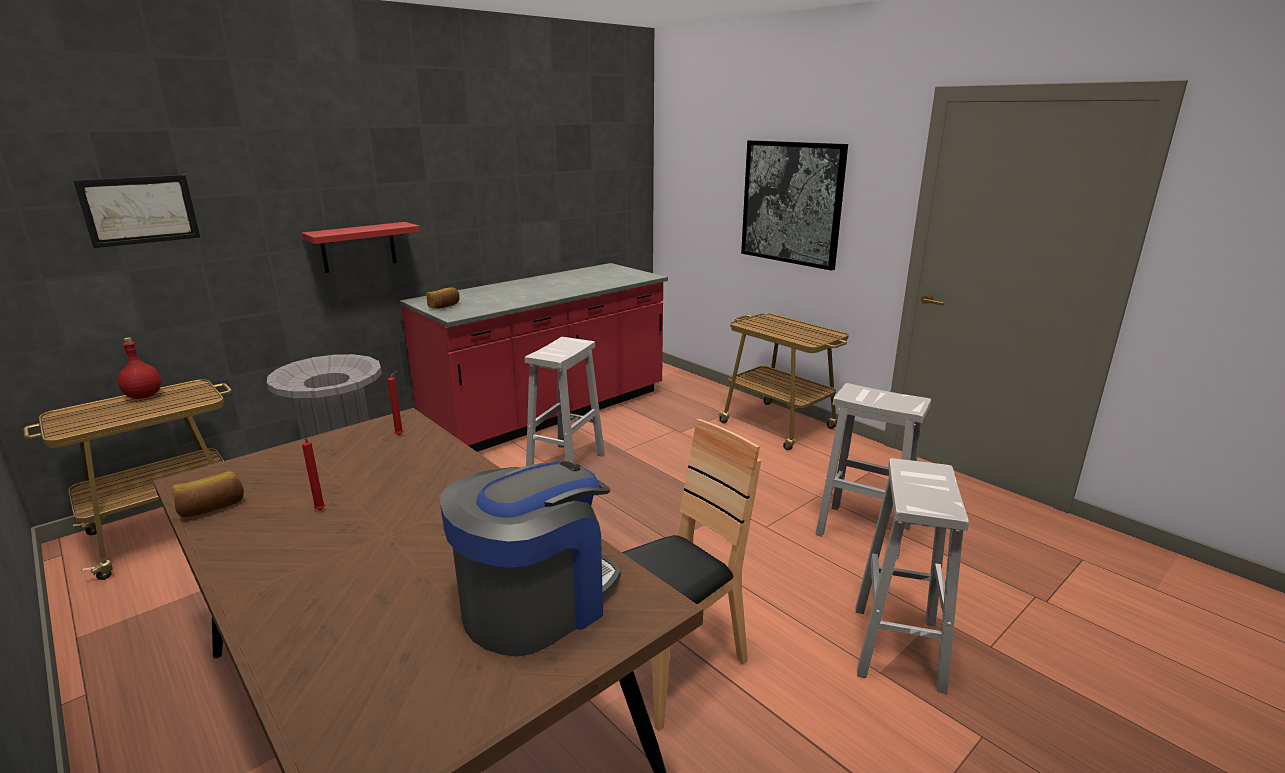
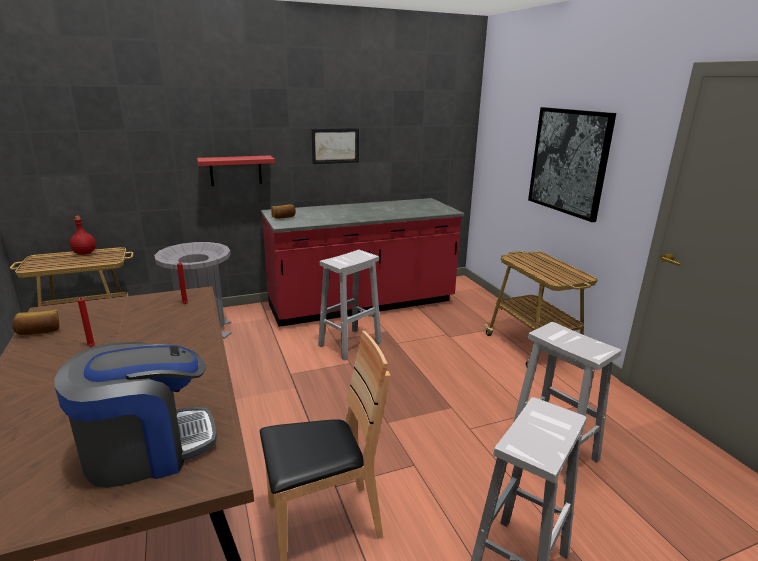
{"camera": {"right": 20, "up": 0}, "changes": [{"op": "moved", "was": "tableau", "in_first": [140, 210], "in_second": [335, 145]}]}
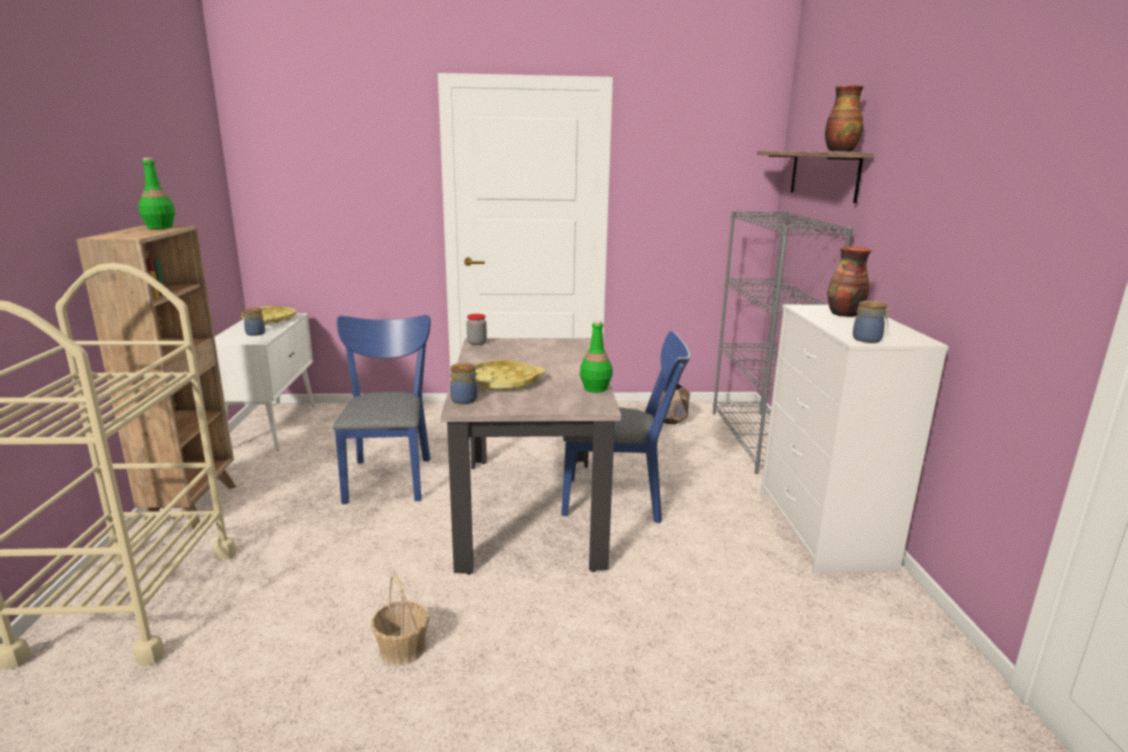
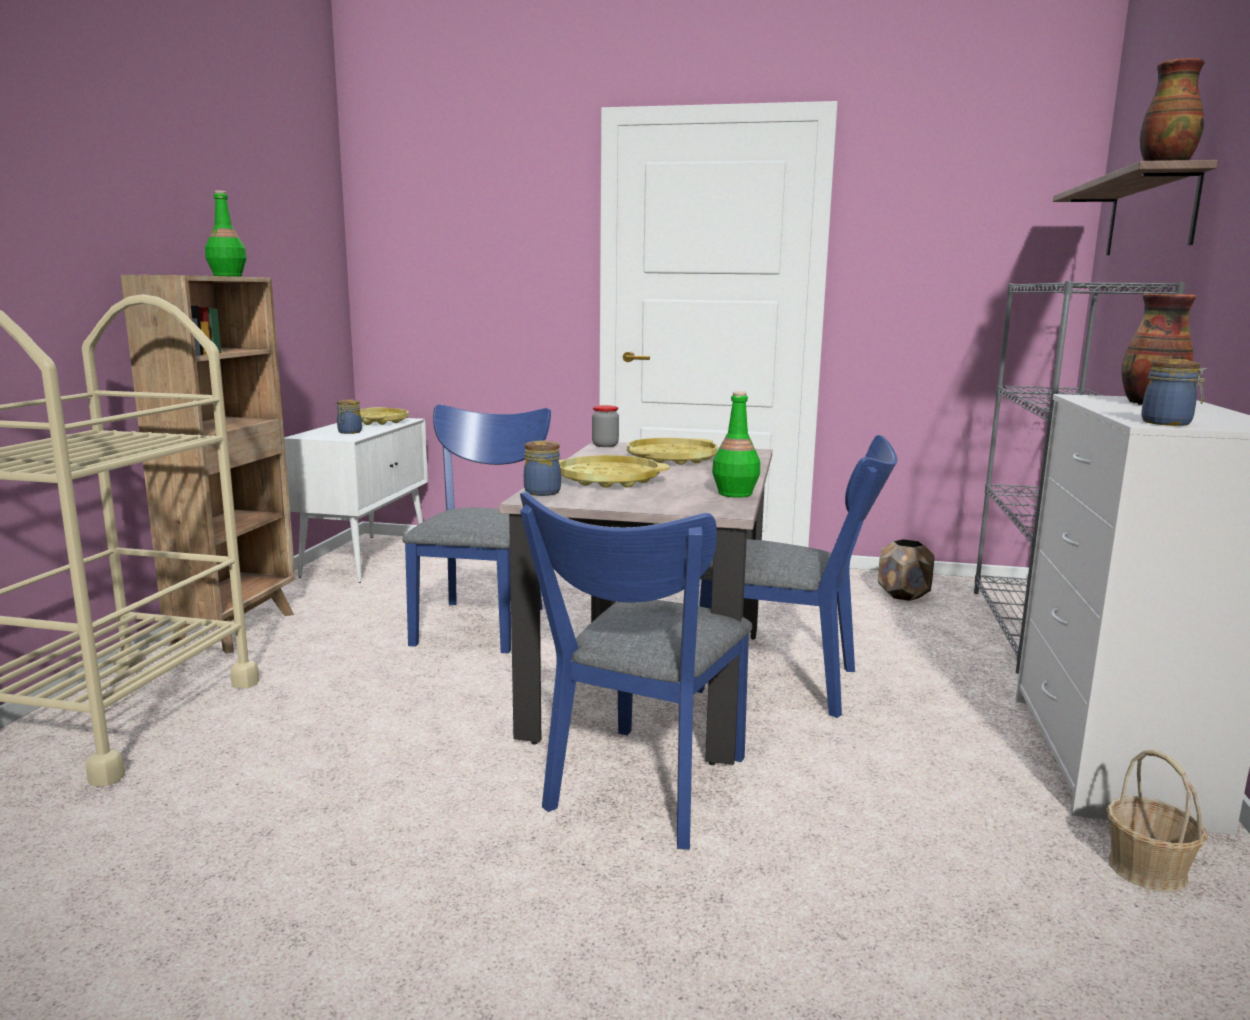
{"camera": {"right": 15, "up": -5}, "changes": [{"op": "moved", "was": "panier", "in_first": [402, 649], "in_second": [1147, 870]}, {"op": "added", "now": "chaise (bleu)", "in_second": [642, 791]}, {"op": "added", "now": "plateau (jaune)", "in_second": [671, 458]}]}
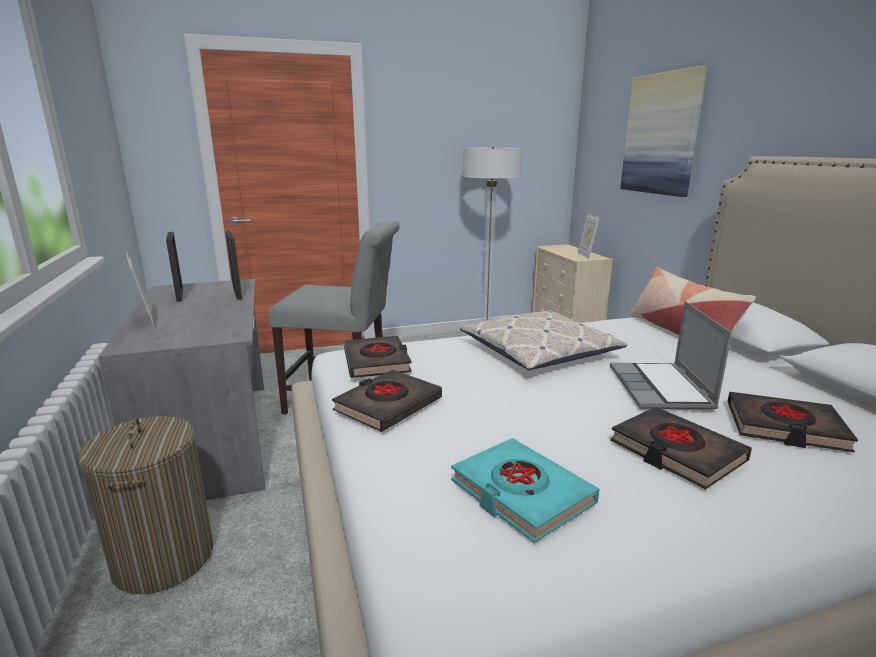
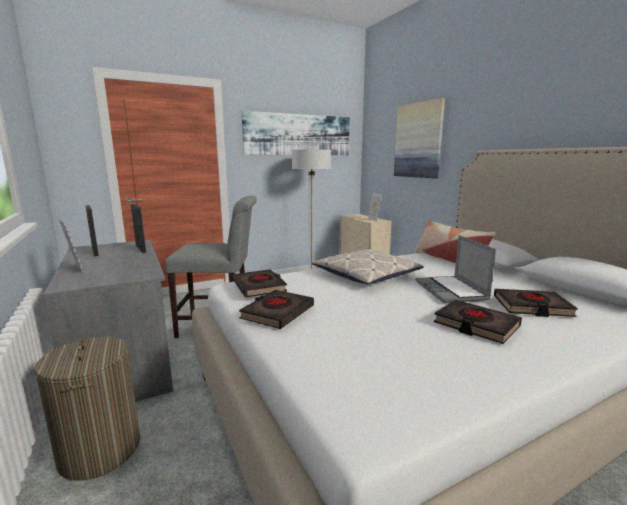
{"camera": {"right": -10, "up": -5}, "changes": [{"op": "removed", "was": "livre (turquoise)", "in_first": [521, 493]}, {"op": "added", "now": "tableau", "in_second": [299, 135]}]}
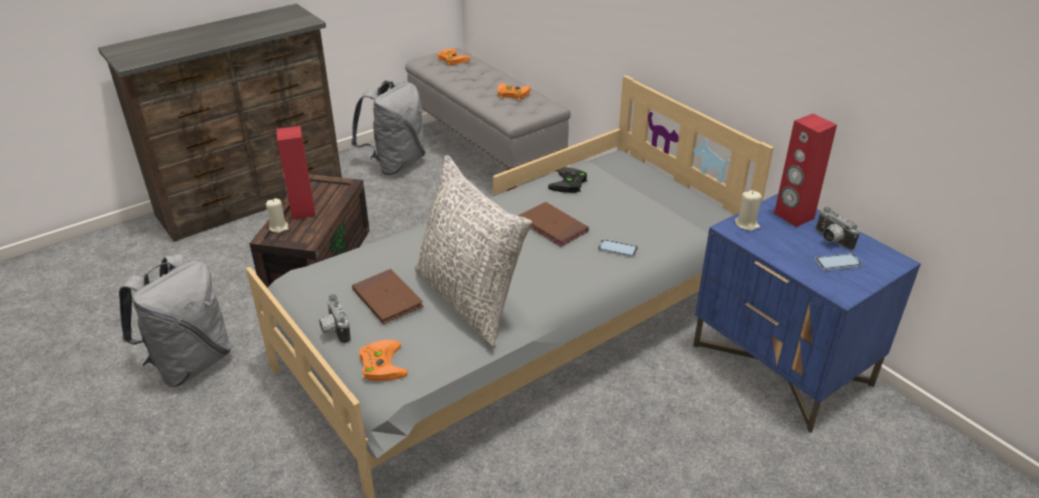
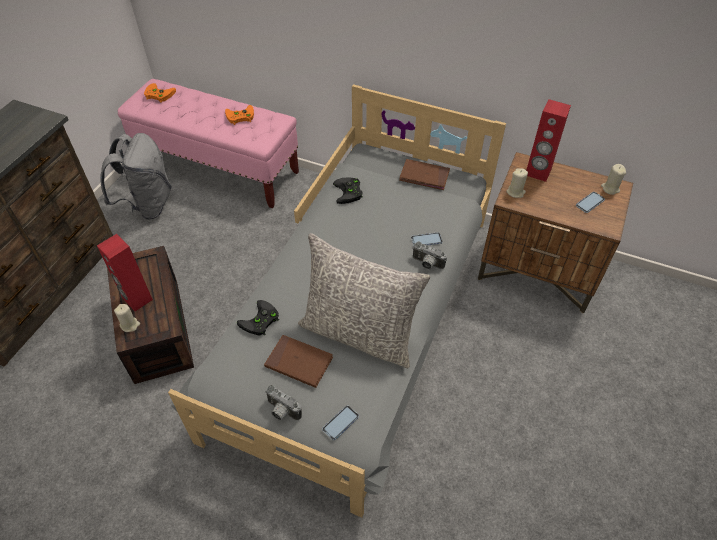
{"camera": {"right": -30, "up": 15}, "changes": [{"op": "removed", "was": "sac à dos (gris)", "in_first": [190, 363]}, {"op": "replaced", "was": "manette (orange)", "now": "téléphone", "in_first": [380, 363], "in_second": [340, 423]}, {"op": "recoloured", "was": "banc (gris)", "now": "banc (rose)", "in_first": [485, 156], "in_second": [219, 169]}, {"op": "moved", "was": "livre (marron)", "in_first": [553, 227], "in_second": [424, 176]}, {"op": "recoloured", "was": "table de chevet (bleu)", "now": "table de chevet (marron)", "in_first": [782, 366], "in_second": [538, 270]}, {"op": "moved", "was": "appareil photo", "in_first": [830, 240], "in_second": [427, 264]}, {"op": "added", "now": "manette (noir)", "in_second": [260, 321]}, {"op": "added", "now": "bougie (beige)", "in_second": [610, 188]}]}
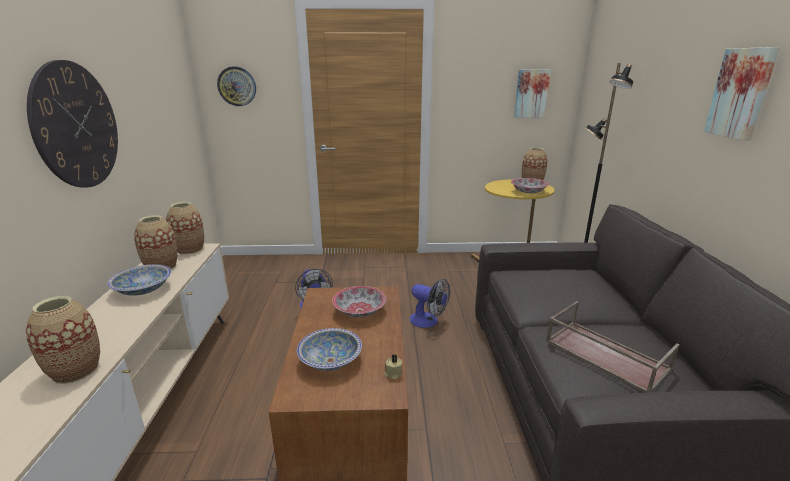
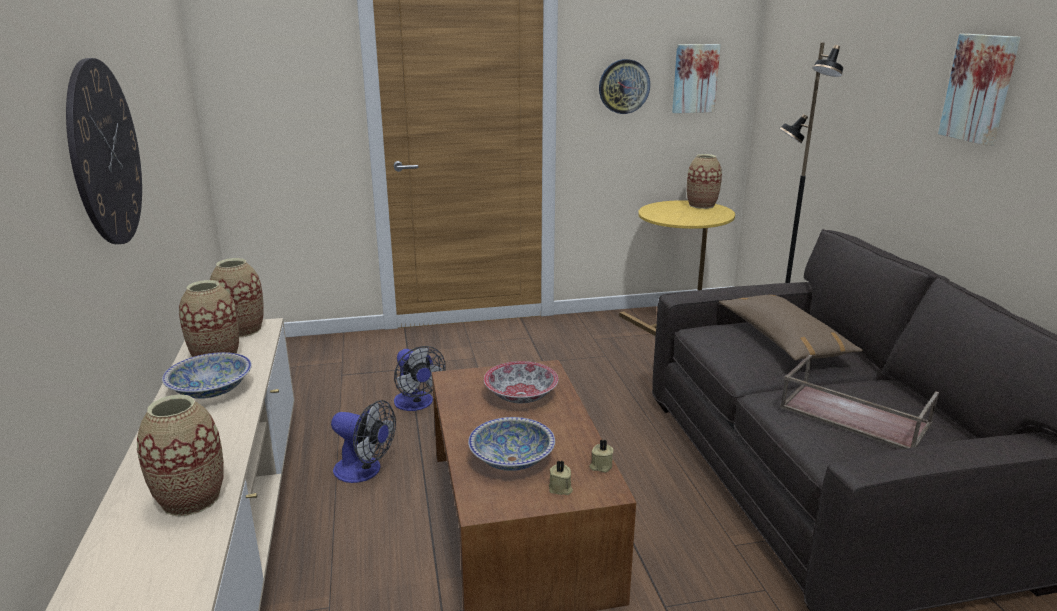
{"camera": {"right": -10, "up": 0}, "changes": [{"op": "moved", "was": "horloge murale", "in_first": [237, 86], "in_second": [624, 86]}, {"op": "moved", "was": "ventilateur", "in_first": [428, 321], "in_second": [364, 471]}, {"op": "removed", "was": "bol", "in_first": [528, 192]}, {"op": "added", "now": "bougie (beige)", "in_second": [560, 489]}, {"op": "added", "now": "coussin (marron)", "in_second": [783, 340]}]}
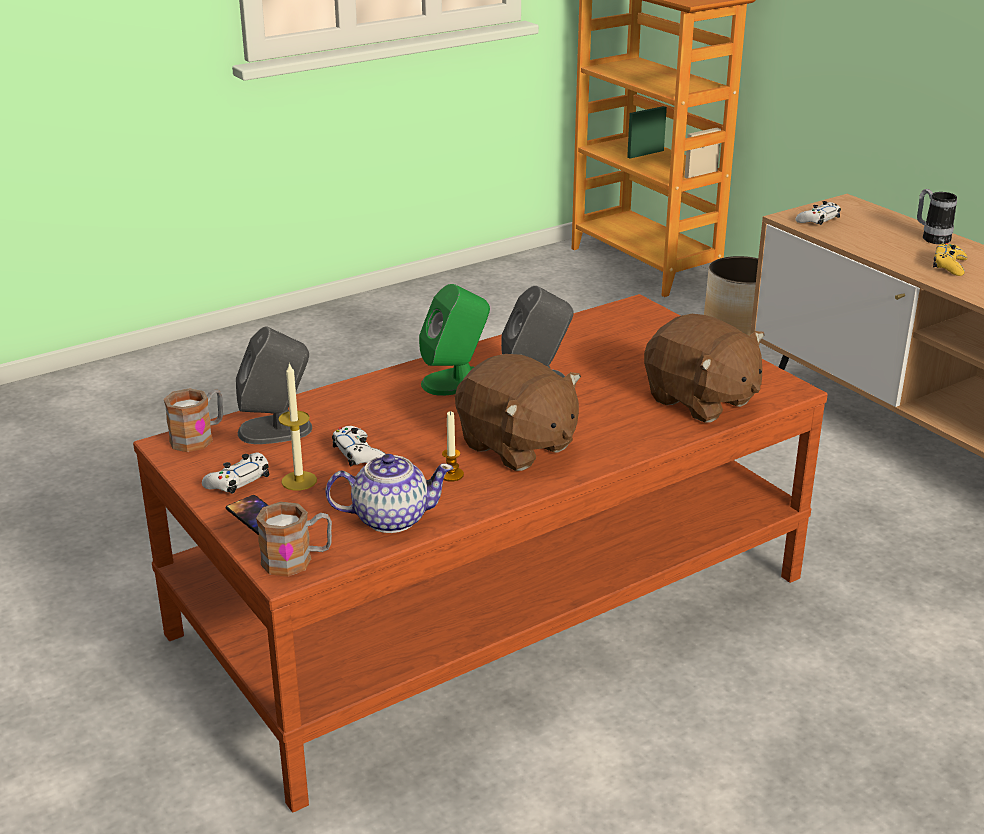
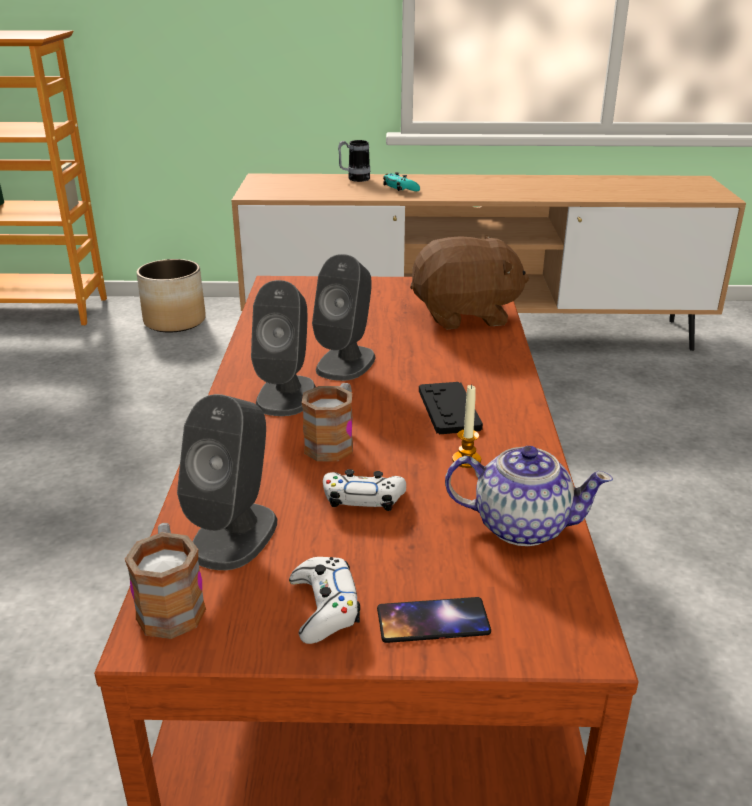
{"camera": {"right": -55, "up": 0}, "changes": [{"op": "moved", "was": "mug", "in_first": [297, 560], "in_second": [333, 442]}, {"op": "removed", "was": "bougie", "in_first": [299, 481]}, {"op": "turned", "was": "théière", "in_first": [390, 518], "in_second": [520, 525], "clockwise": 75}, {"op": "recoloured", "was": "enceinte (vert)", "now": "enceinte (gris)", "in_first": [456, 381], "in_second": [286, 395]}, {"op": "replaced", "was": "peluche (marron)", "now": "manette (noir)", "in_first": [517, 446], "in_second": [449, 409]}, {"op": "removed", "was": "manette (blanc)", "in_first": [818, 220]}, {"op": "recoloured", "was": "manette (jaune)", "now": "manette (turquoise)", "in_first": [949, 266], "in_second": [400, 188]}]}
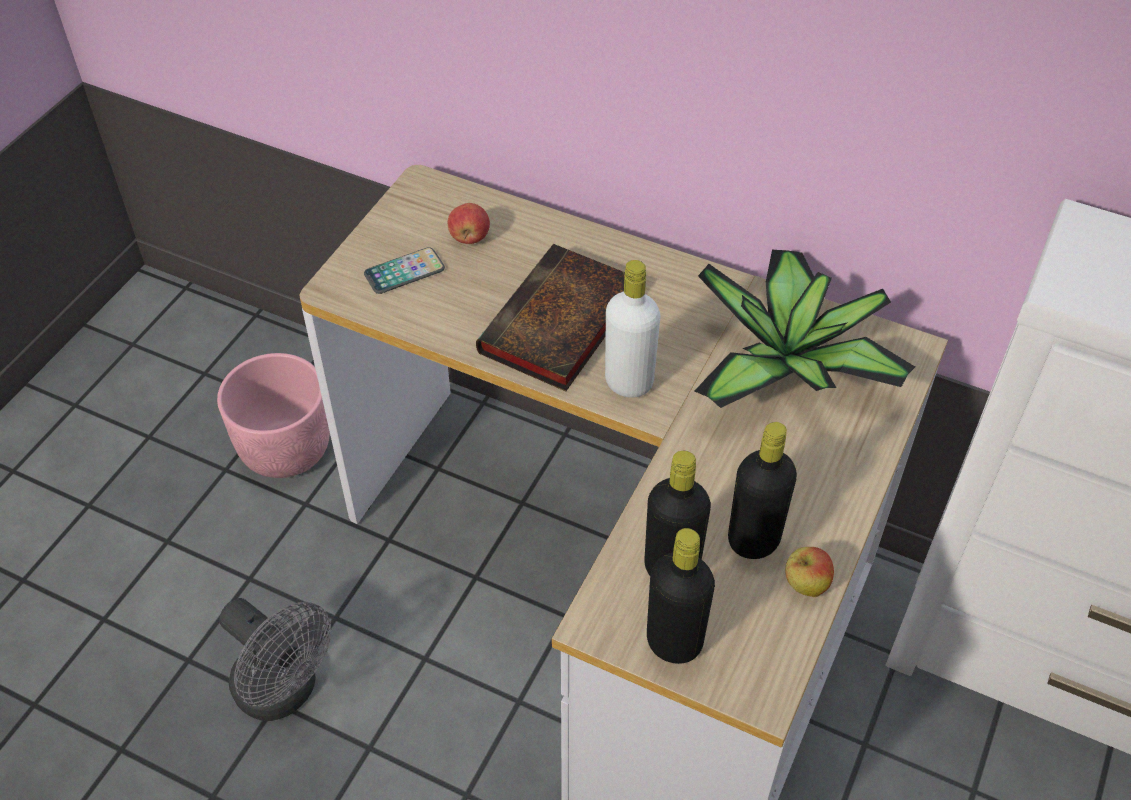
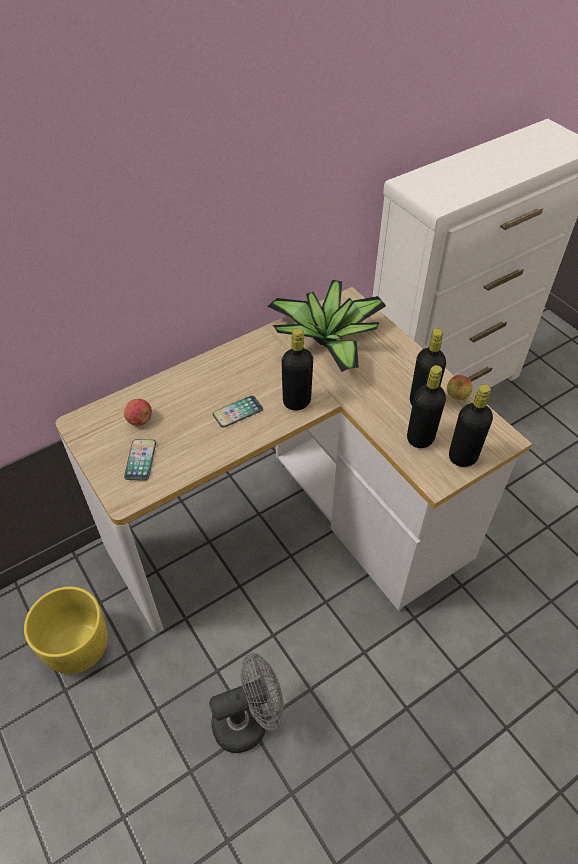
{"camera": {"right": -60, "up": 0}, "changes": [{"op": "recoloured", "was": "cache-pot (rose)", "now": "cache-pot (jaune)", "in_first": [286, 447], "in_second": [77, 646]}, {"op": "replaced", "was": "livre", "now": "téléphone", "in_first": [558, 327], "in_second": [238, 412]}, {"op": "recoloured", "was": "bouteille (blanc)", "now": "bouteille (noir)", "in_first": [629, 382], "in_second": [296, 402]}]}
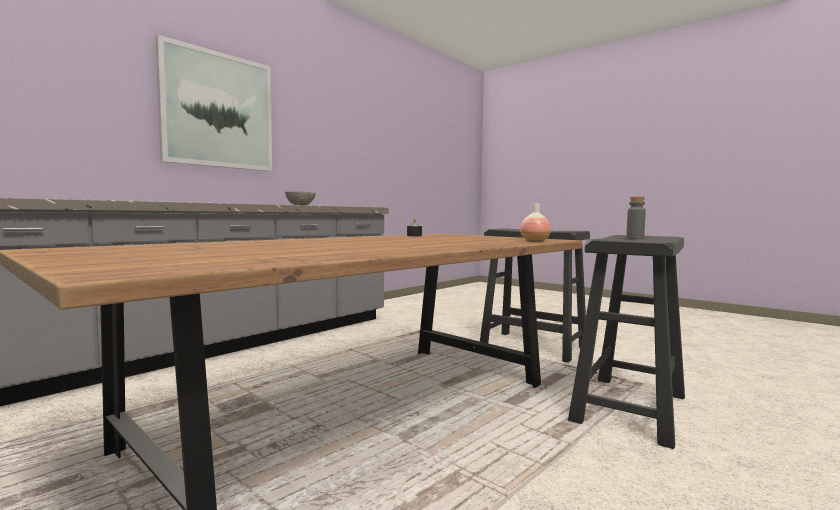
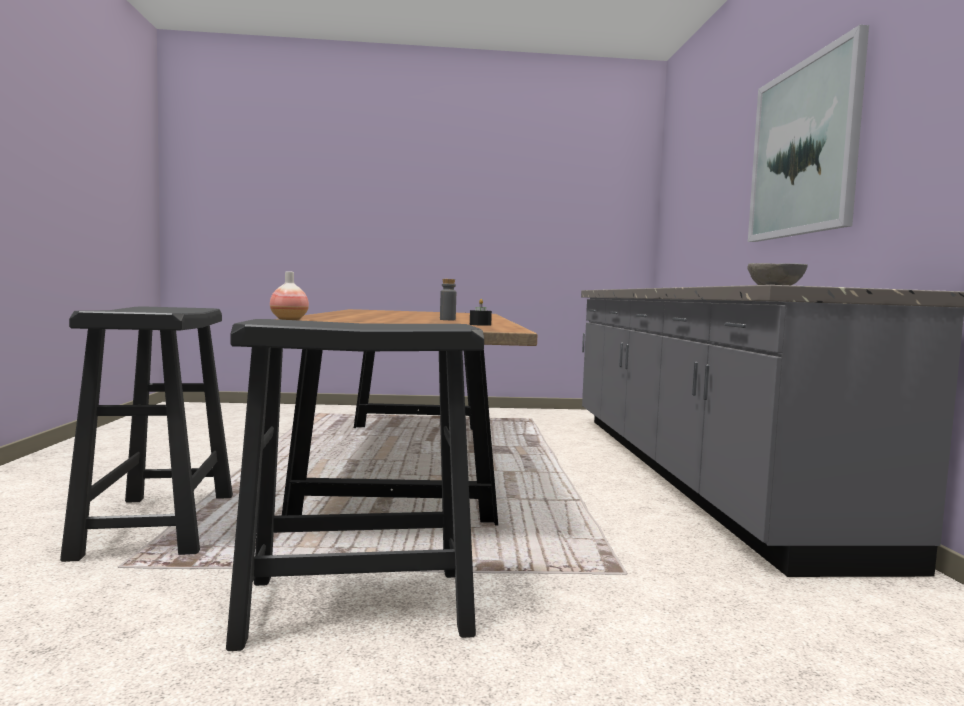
{"camera": {"right": 135, "up": 0}, "changes": [{"op": "moved", "was": "bouteille (gris)", "in_first": [635, 238], "in_second": [447, 320]}]}
